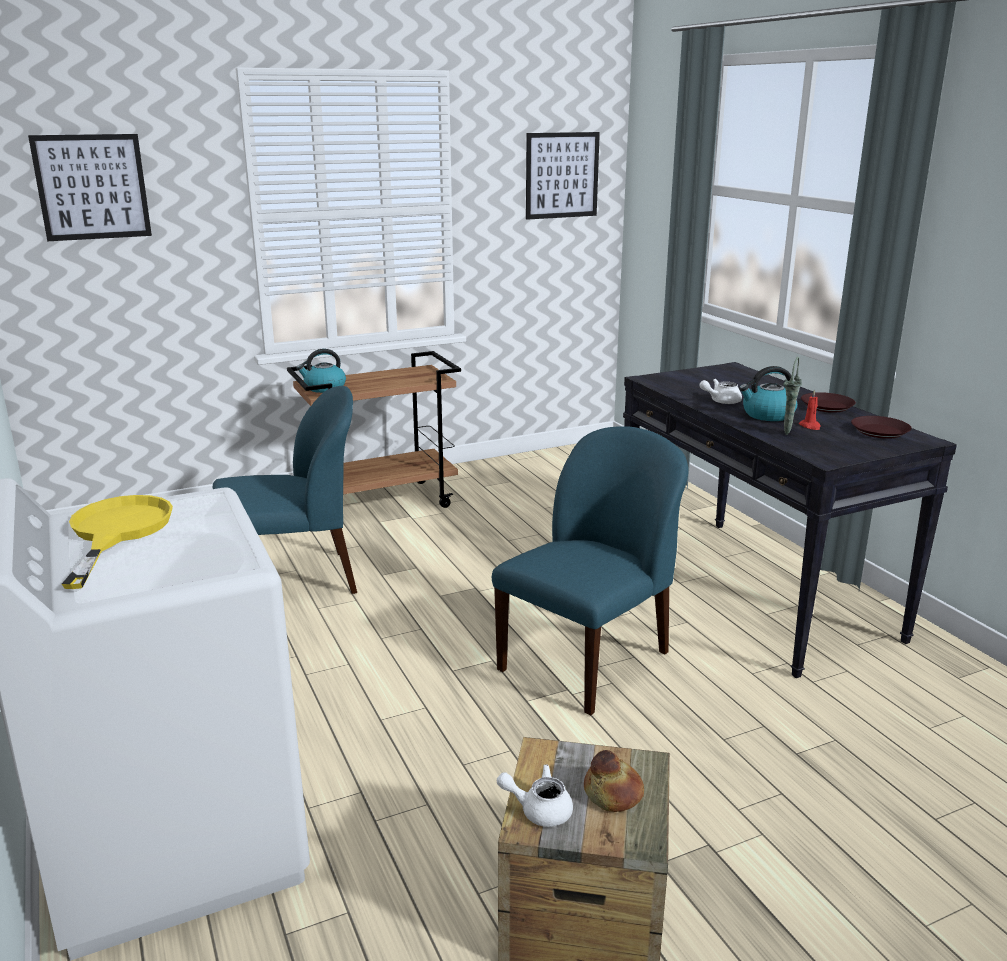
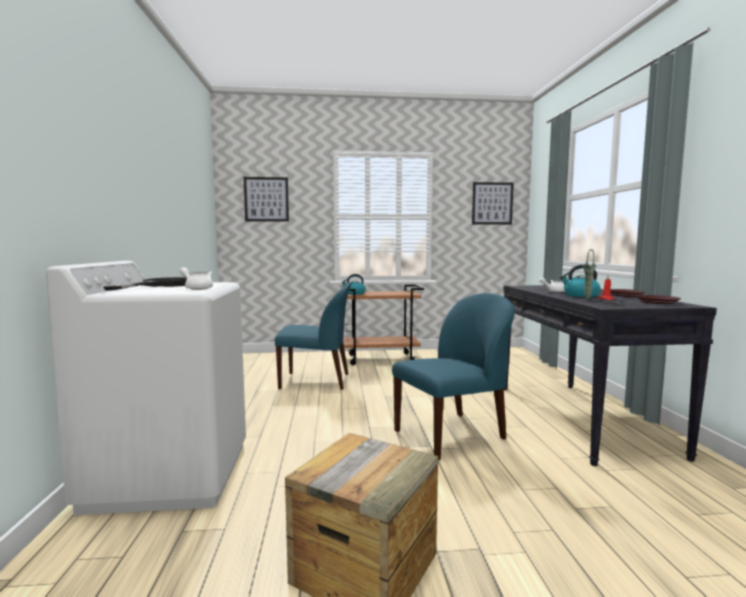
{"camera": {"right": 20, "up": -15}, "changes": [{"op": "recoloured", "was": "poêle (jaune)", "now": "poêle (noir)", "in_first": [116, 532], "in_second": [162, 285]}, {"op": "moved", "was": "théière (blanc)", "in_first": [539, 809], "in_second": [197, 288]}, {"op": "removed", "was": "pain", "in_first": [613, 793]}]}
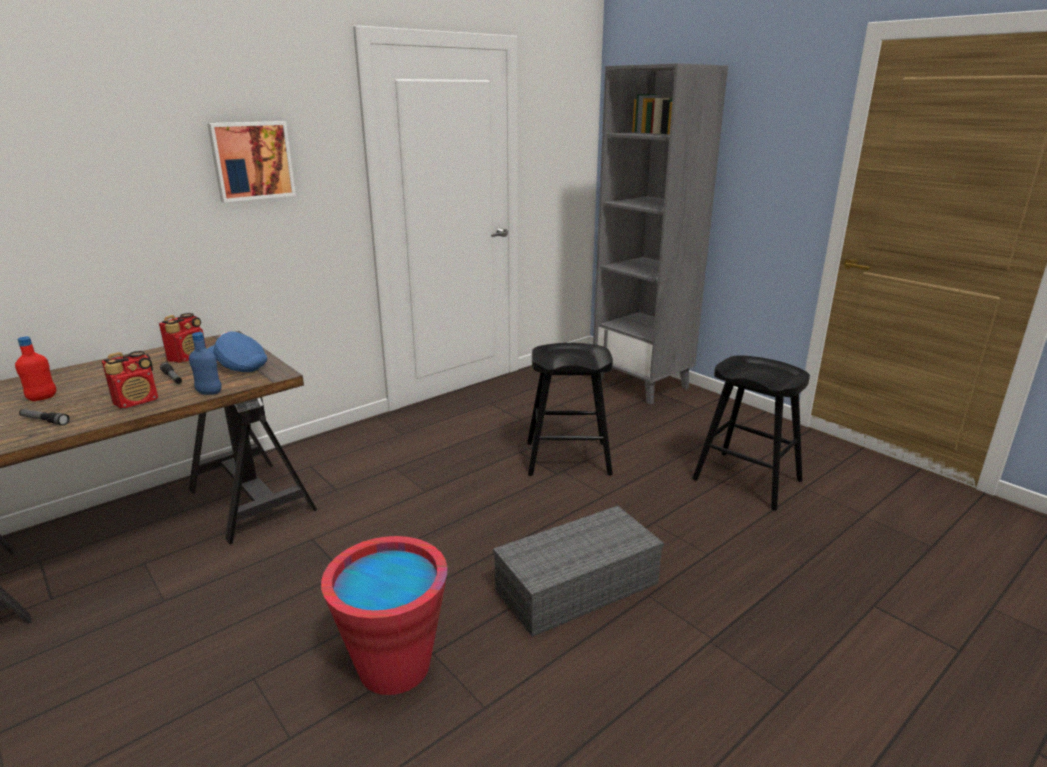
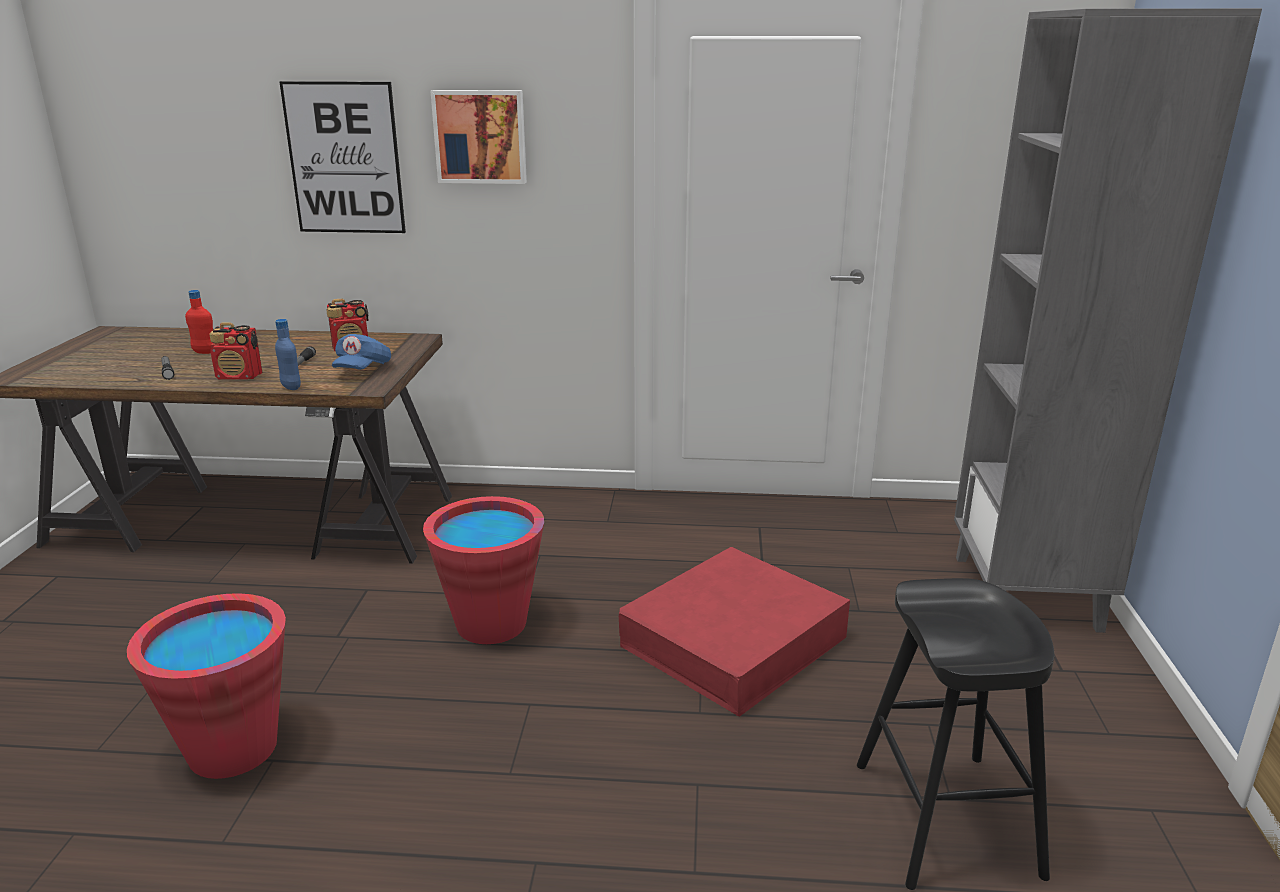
{"camera": {"right": 45, "up": 0}, "changes": [{"op": "turned", "was": "casquette (bleu)", "in_first": [239, 366], "in_second": [363, 369], "clockwise": -150}, {"op": "removed", "was": "boîte de rangement (gris)", "in_first": [578, 584]}, {"op": "replaced", "was": "tabouret (noir)", "now": "boîte de rangement (rouge)", "in_first": [567, 458], "in_second": [734, 641]}, {"op": "added", "now": "tableau", "in_second": [344, 158]}, {"op": "added", "now": "seau (rouge)", "in_second": [491, 624]}]}
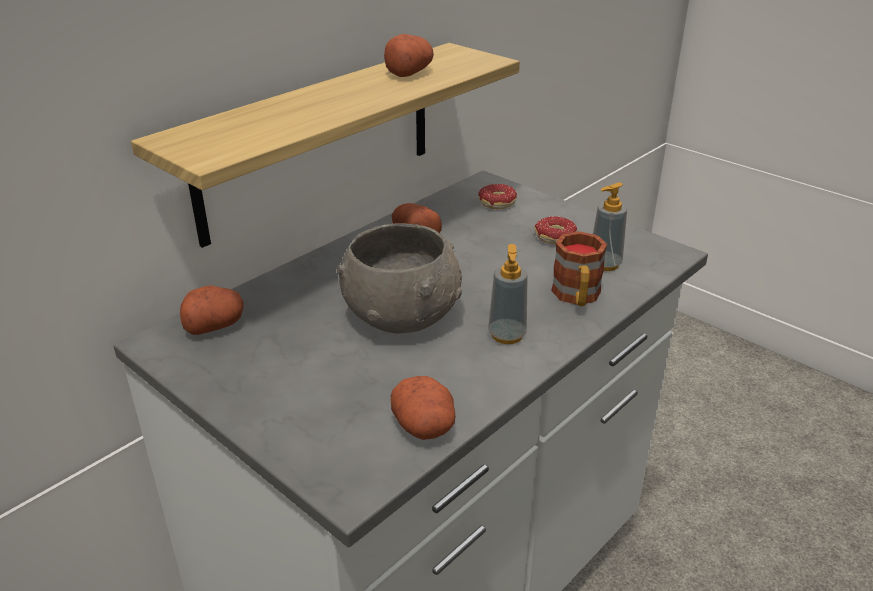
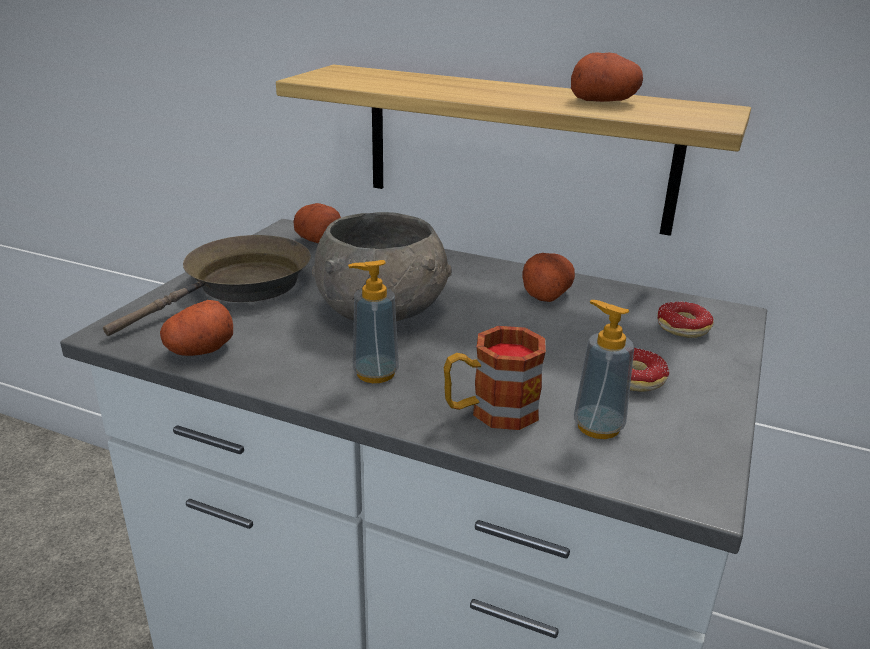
{"camera": {"right": 70, "up": -5}, "changes": [{"op": "added", "now": "poêle (marron)", "in_second": [240, 287]}]}
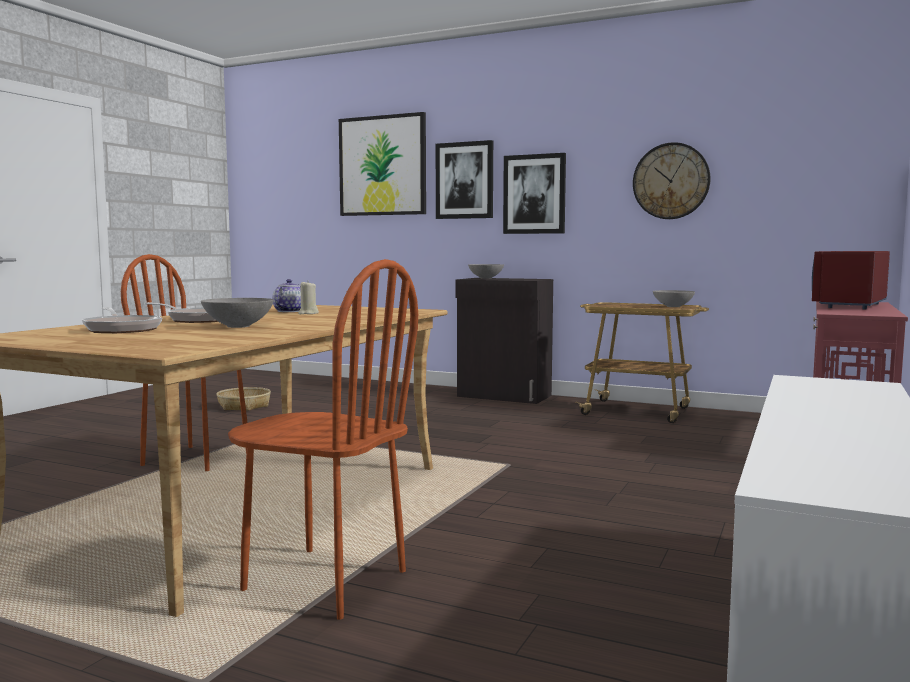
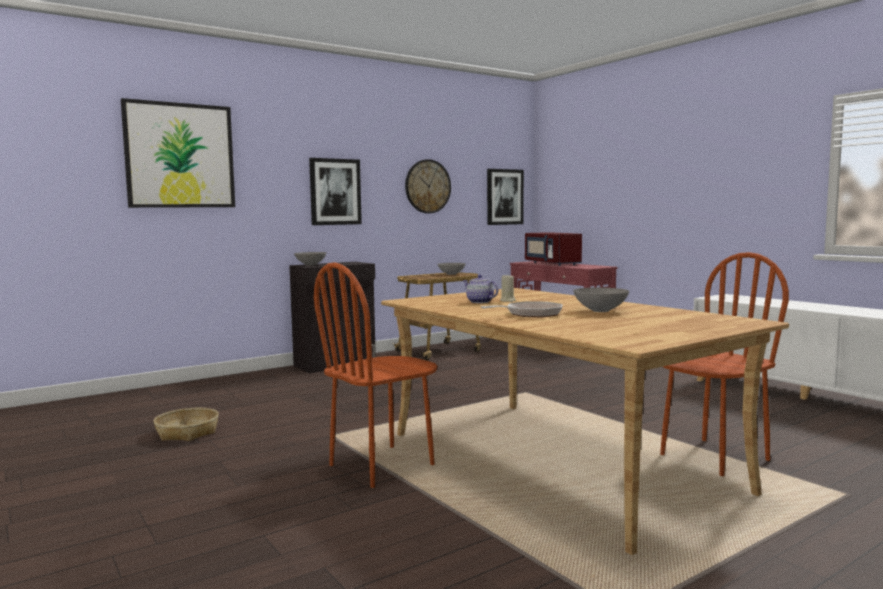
{"camera": {"right": -60, "up": 0}, "changes": [{"op": "removed", "was": "poêle", "in_first": [121, 329]}, {"op": "moved", "was": "tableau", "in_first": [464, 180], "in_second": [504, 197]}]}
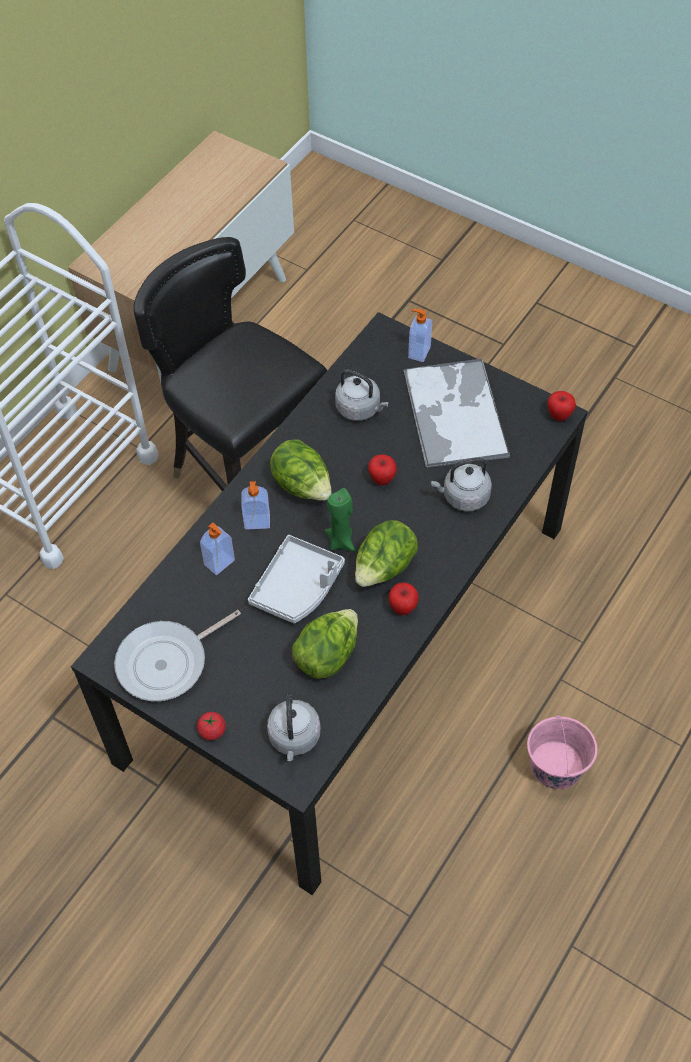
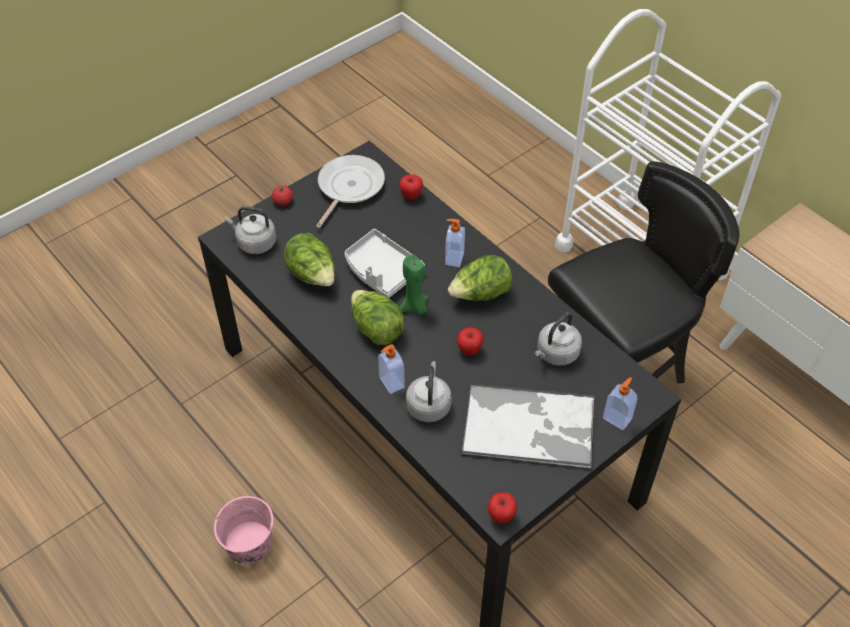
{"camera": {"right": 105, "up": -5}, "changes": [{"op": "turned", "was": "poêle", "in_first": [167, 662], "in_second": [349, 187], "clockwise": 45}, {"op": "moved", "was": "distributeur de savon", "in_first": [220, 563], "in_second": [391, 383]}, {"op": "moved", "was": "pomme", "in_first": [403, 608], "in_second": [411, 196]}]}
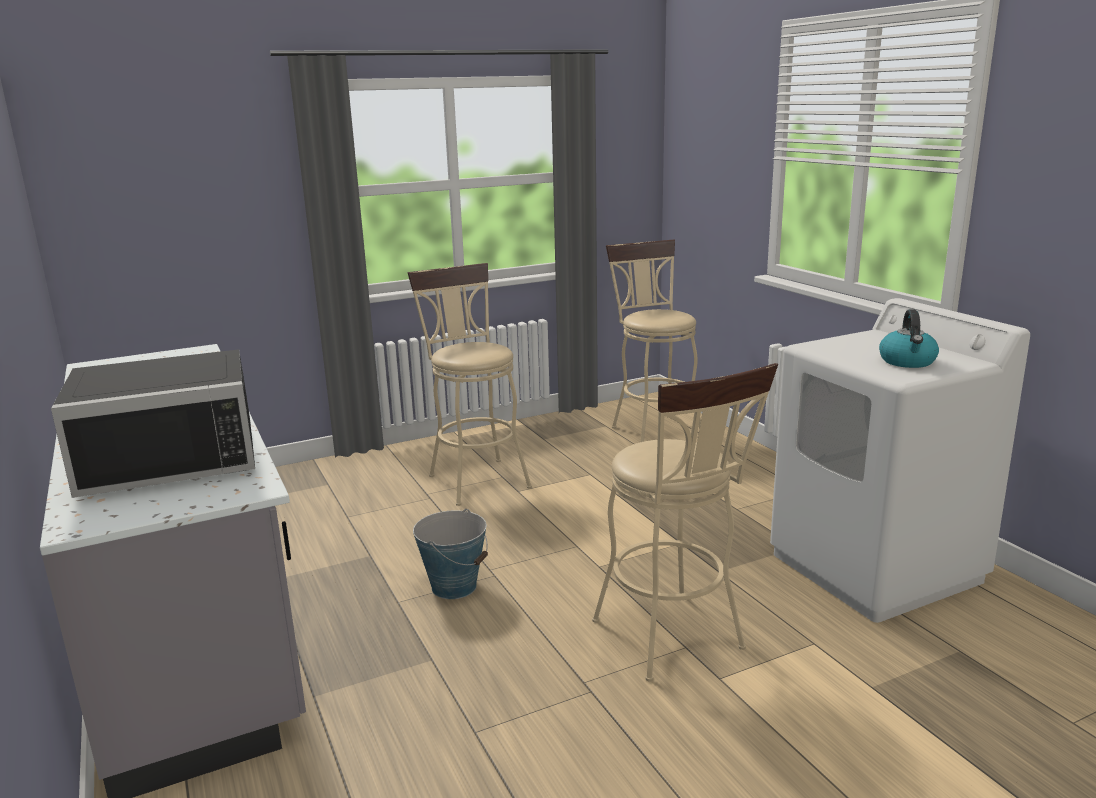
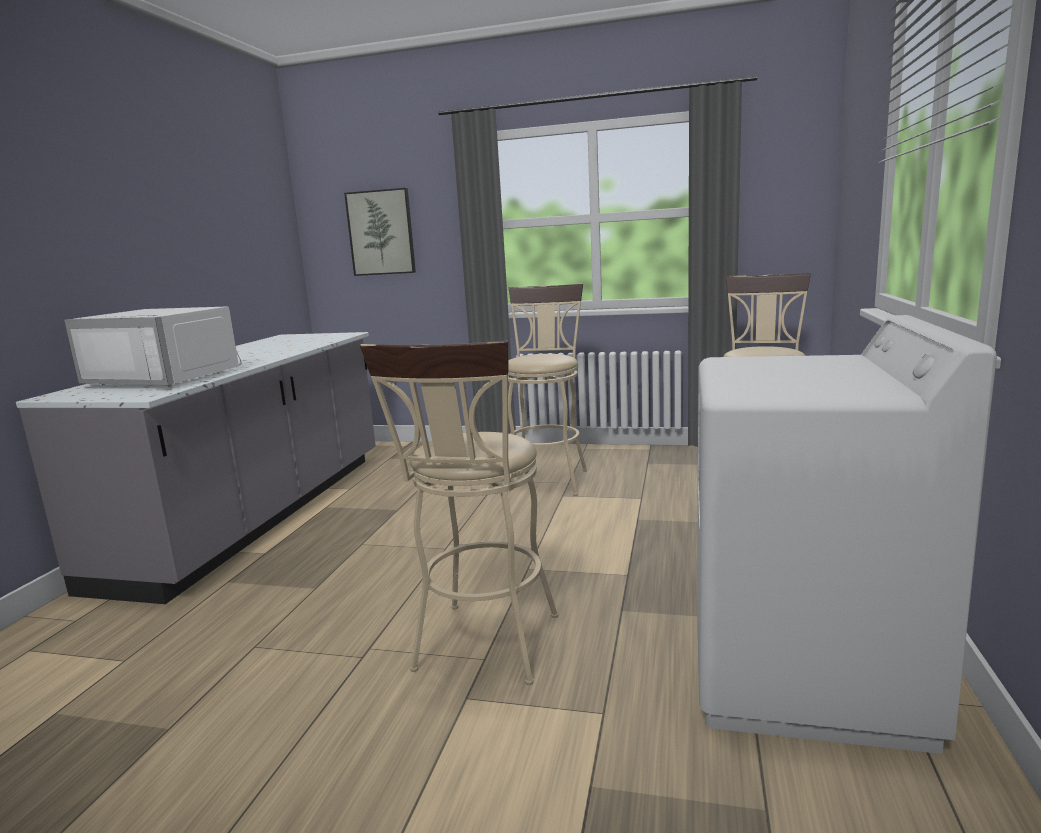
{"camera": {"right": 40, "up": -5}, "changes": [{"op": "recoloured", "was": "micro-ondes (noir)", "now": "micro-ondes (blanc)", "in_first": [173, 458], "in_second": [171, 377]}, {"op": "removed", "was": "seau", "in_first": [454, 586]}, {"op": "removed", "was": "bouilloire", "in_first": [907, 362]}, {"op": "added", "now": "tableau", "in_second": [381, 232]}]}
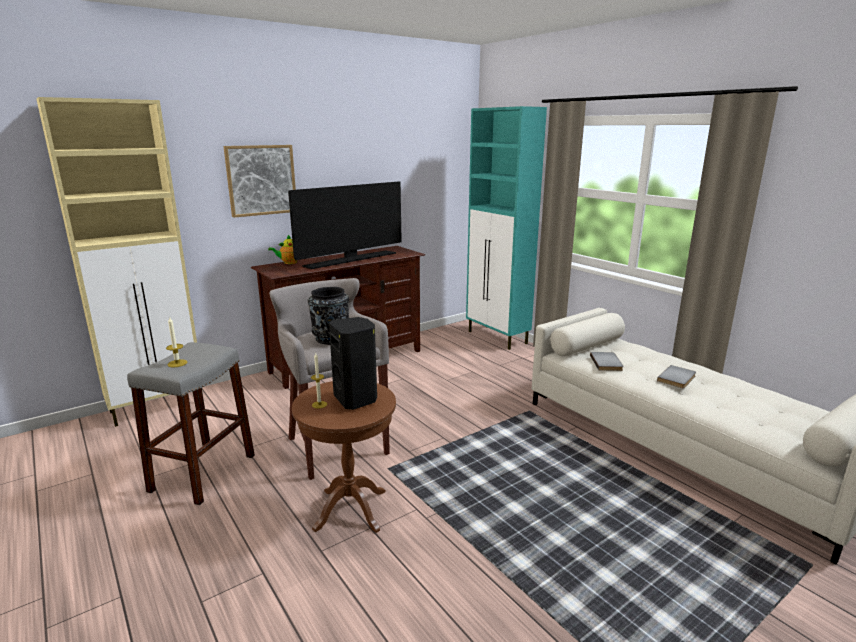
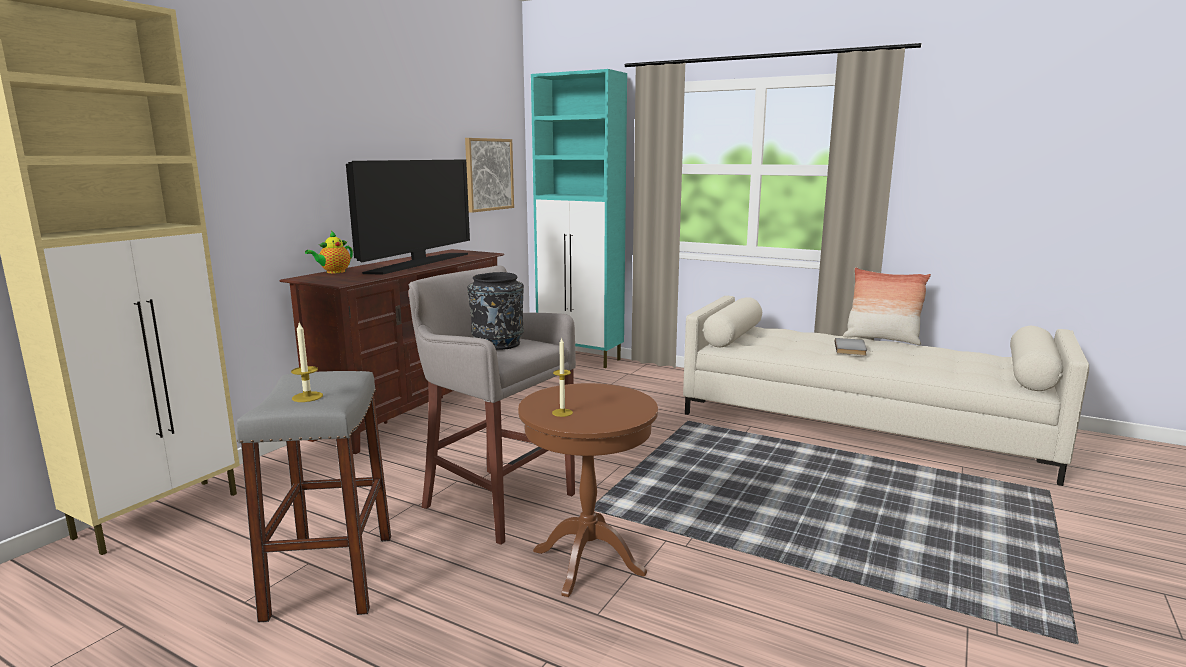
{"camera": {"right": -25, "up": -5}, "changes": [{"op": "moved", "was": "tableau", "in_first": [261, 180], "in_second": [488, 174]}, {"op": "removed", "was": "enceinte (noir)", "in_first": [356, 399]}, {"op": "removed", "was": "livre (gris)", "in_first": [607, 363]}, {"op": "added", "now": "coussin", "in_second": [881, 339]}]}
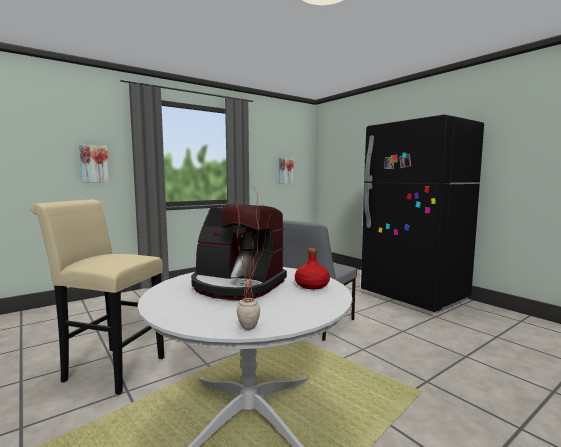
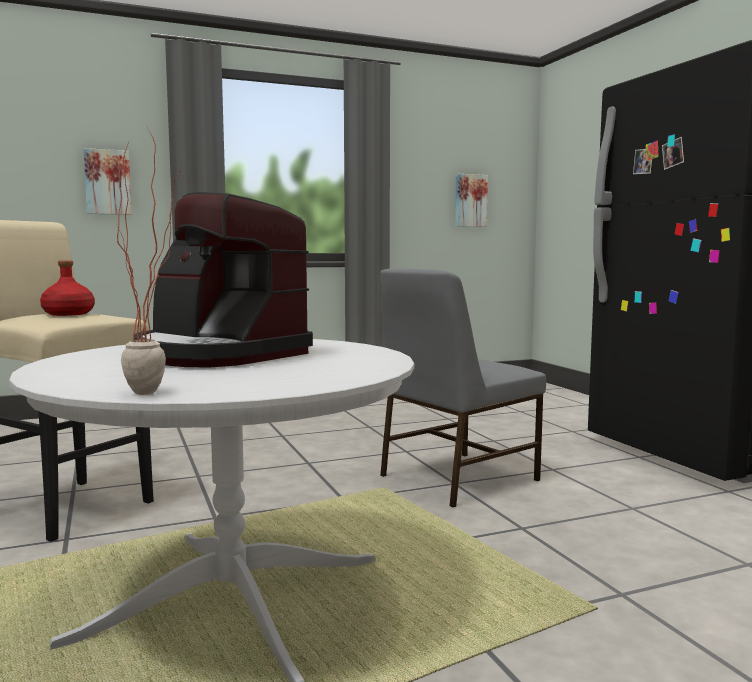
{"camera": {"right": 15, "up": 0}, "changes": [{"op": "moved", "was": "bouteille (rouge)", "in_first": [311, 285], "in_second": [68, 314]}]}
